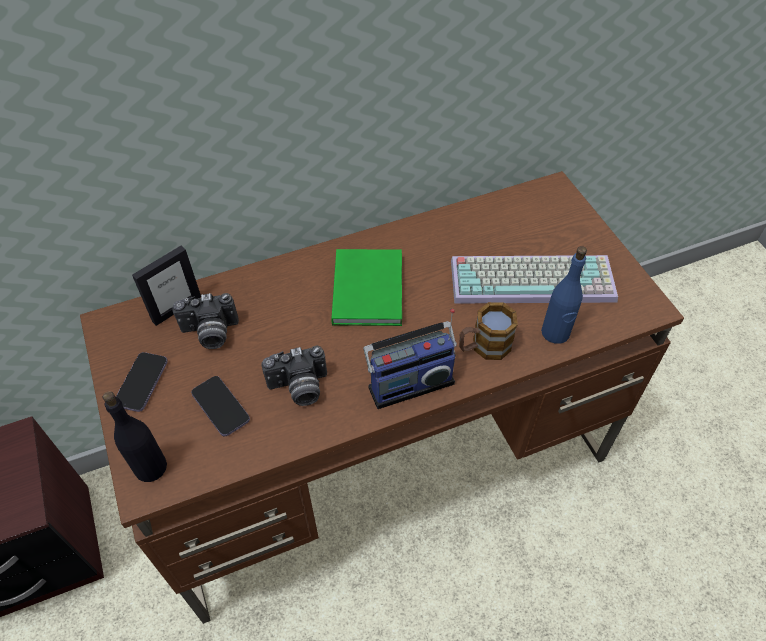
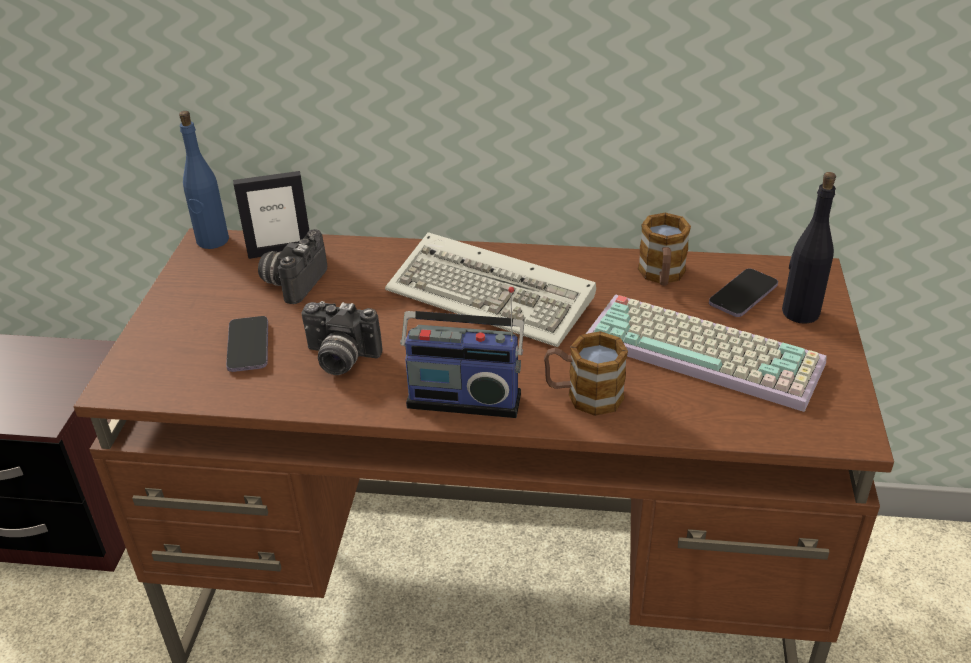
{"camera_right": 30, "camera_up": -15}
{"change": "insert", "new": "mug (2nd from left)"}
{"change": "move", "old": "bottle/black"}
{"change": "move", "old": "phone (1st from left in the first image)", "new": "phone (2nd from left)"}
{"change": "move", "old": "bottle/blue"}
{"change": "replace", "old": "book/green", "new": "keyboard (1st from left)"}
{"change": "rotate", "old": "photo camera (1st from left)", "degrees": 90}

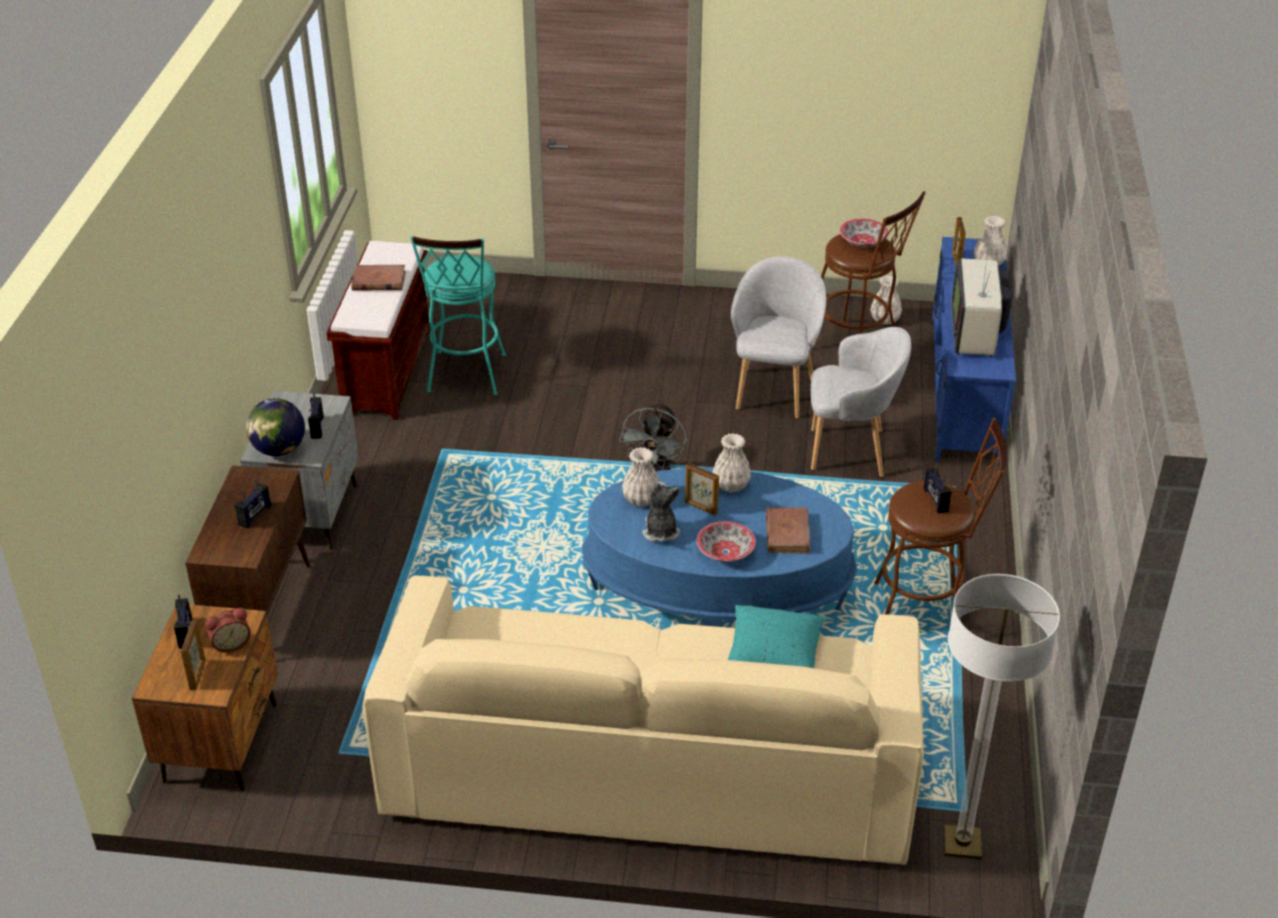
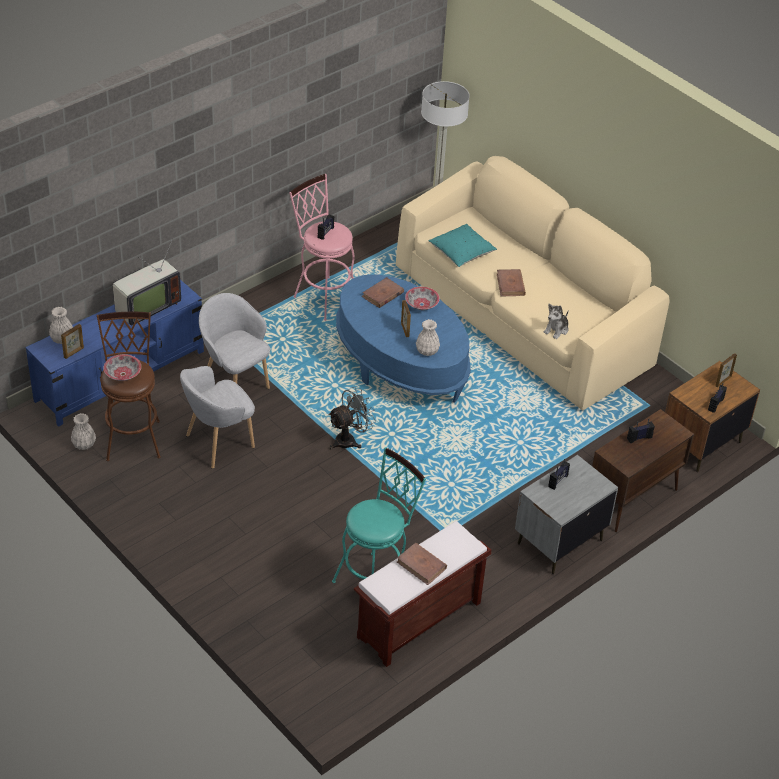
{"camera_right": -140, "camera_up": 5}
{"change": "delete", "old": "alarm clock"}
{"change": "delete", "old": "globe"}
{"change": "delete", "old": "vase/white (2nd from left)"}
{"change": "insert", "new": "book/brown (3rd from left)"}
{"change": "move", "old": "plush toy"}
{"change": "recolor", "old": "stool/brown (2nd from left)", "new": "stool/pink"}

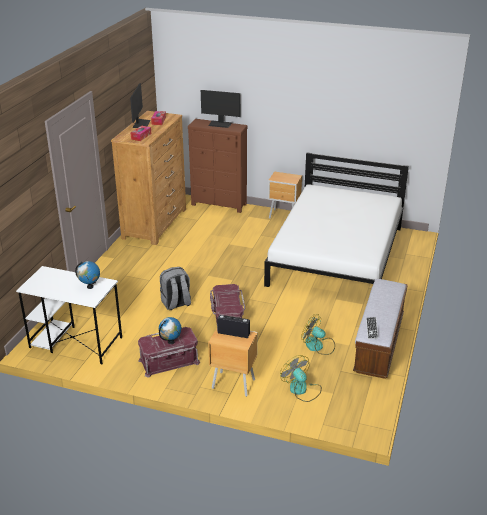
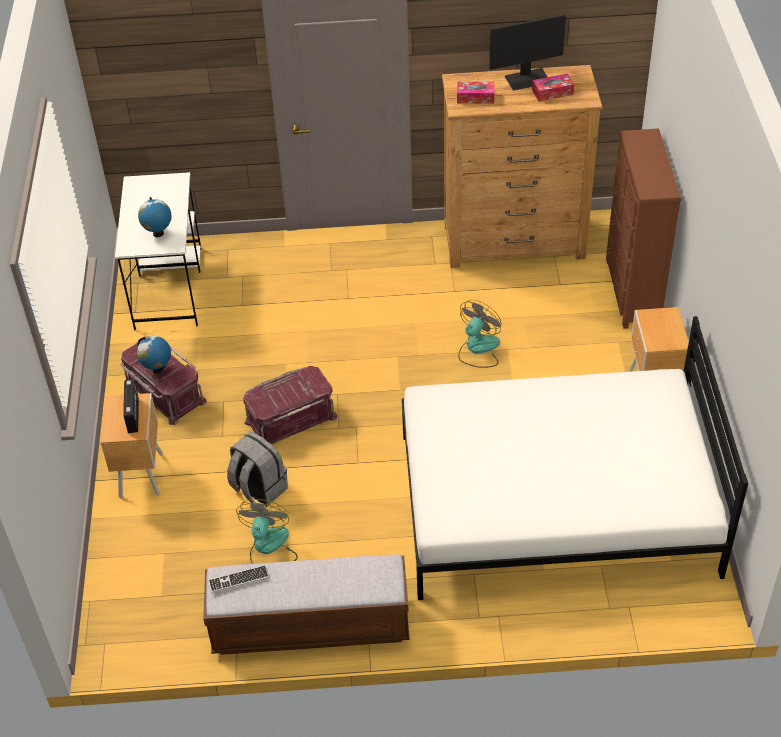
{"camera_right": 70, "camera_up": 15}
{"change": "delete", "old": "monitor (2nd from left)"}
{"change": "move", "old": "backpack/grey"}
{"change": "move", "old": "fan (1st from left in the first image)", "new": "fan (2nd from left)"}

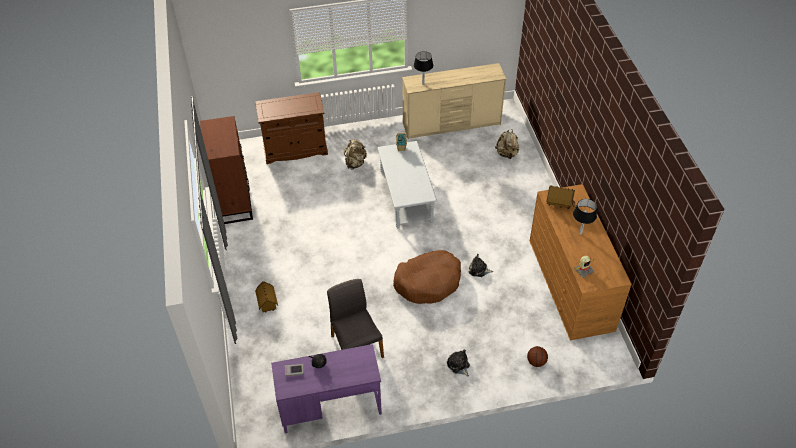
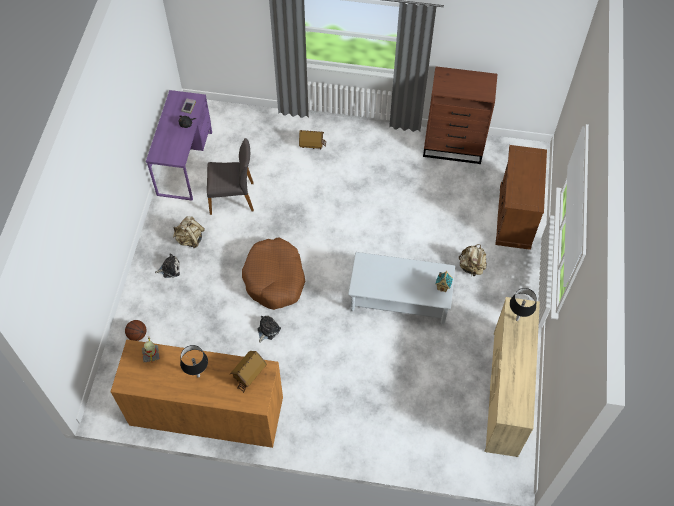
{"camera_right": 110, "camera_up": 10}
{"change": "move", "old": "backpack/beige (2nd from left in the first image)", "new": "backpack/beige (1st from left)"}

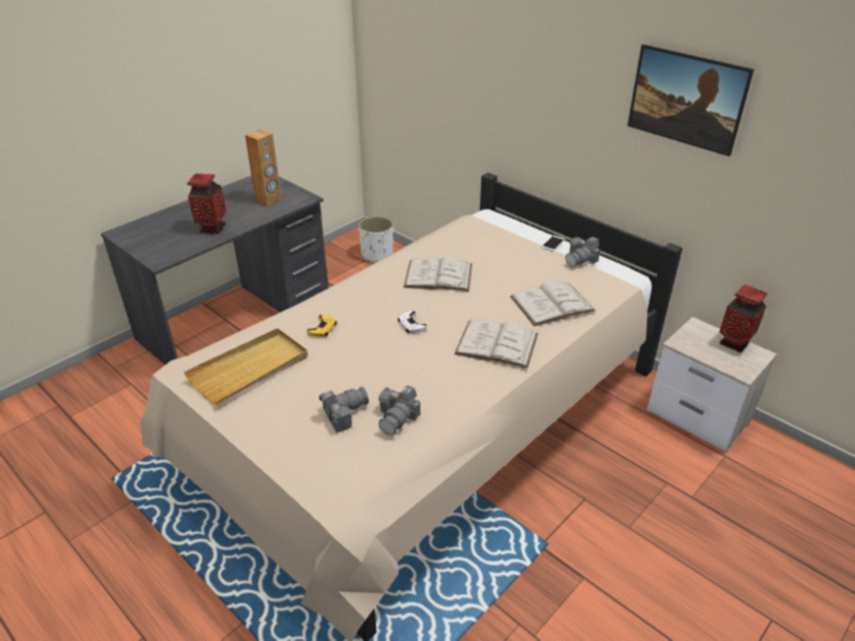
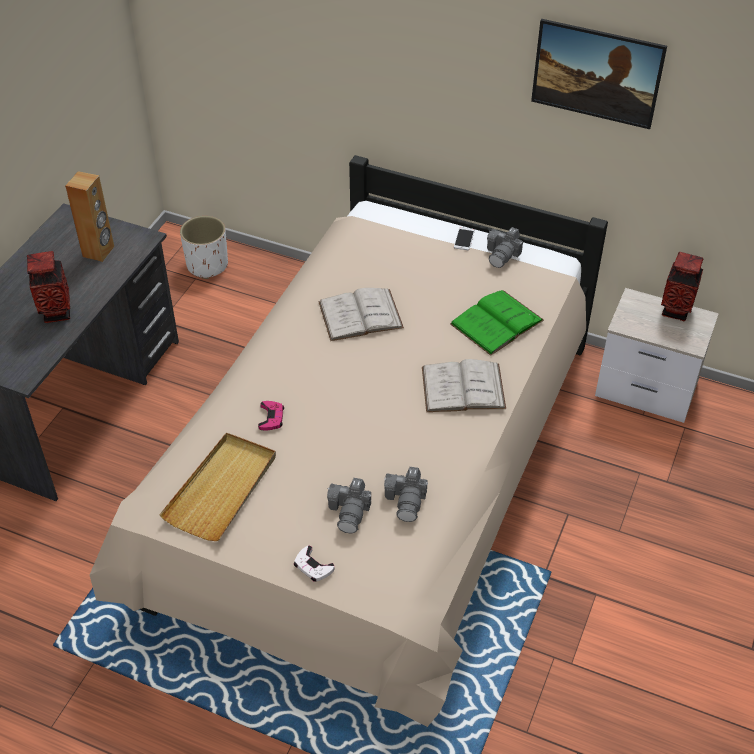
{"camera_right": -20, "camera_up": 10}
{"change": "move", "old": "game controller/white"}
{"change": "recolor", "old": "game controller/yellow", "new": "game controller/pink"}
{"change": "recolor", "old": "book/white (3rd from left)", "new": "book/green"}
{"change": "rotate", "old": "photo camera (1st from left)", "degrees": 150}

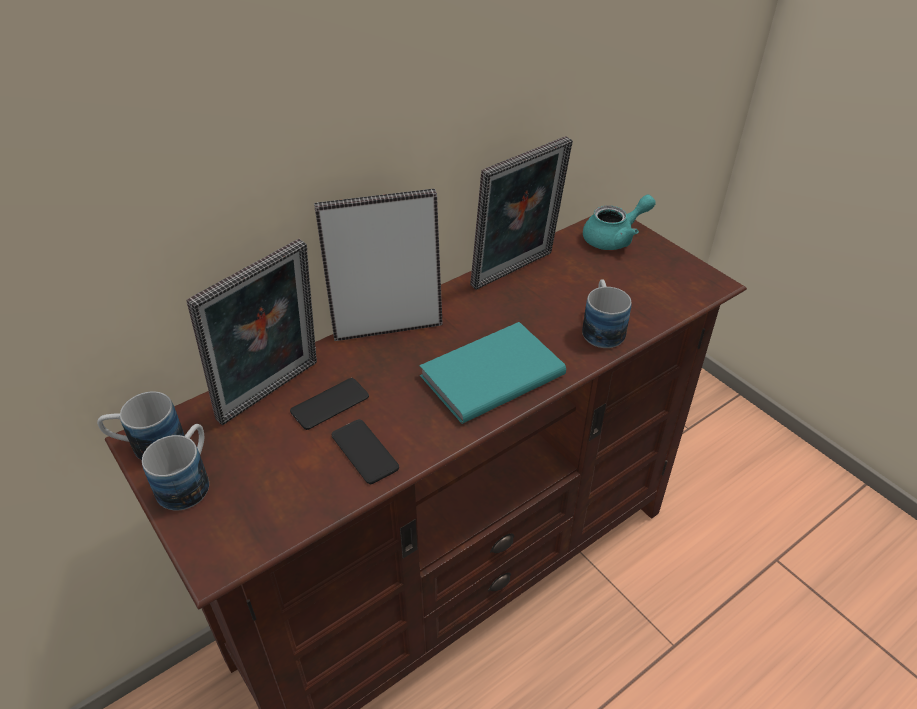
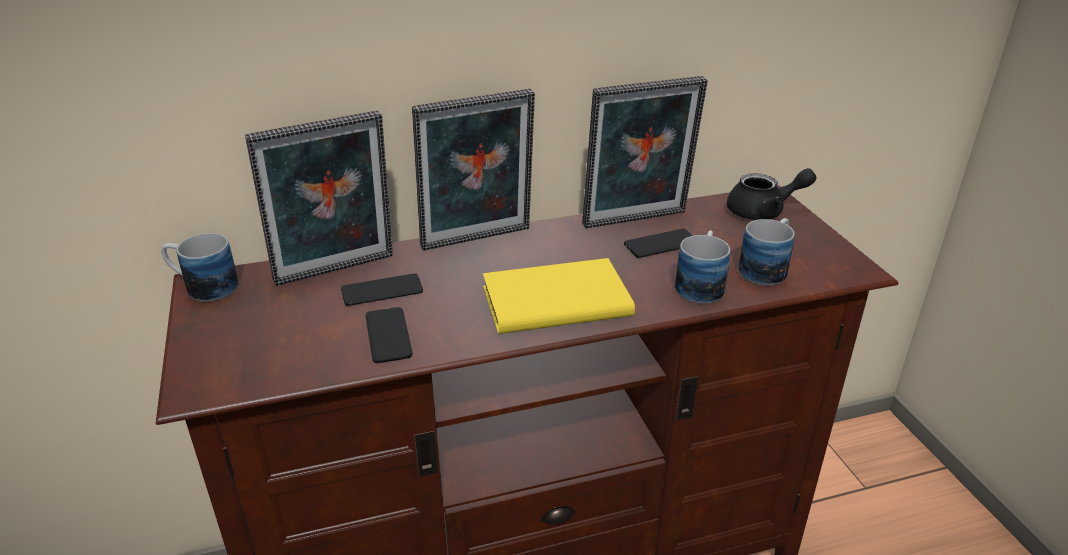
{"camera_right": 20, "camera_up": -10}
{"change": "insert", "new": "phone (3rd from left)"}
{"change": "move", "old": "mug (2nd from left in the first image)", "new": "mug (3rd from left)"}
{"change": "recolor", "old": "book/turquoise", "new": "book/yellow"}
{"change": "recolor", "old": "teapot/turquoise", "new": "teapot/black"}
{"change": "rotate", "old": "picture frame (2nd from left)", "degrees": 150}

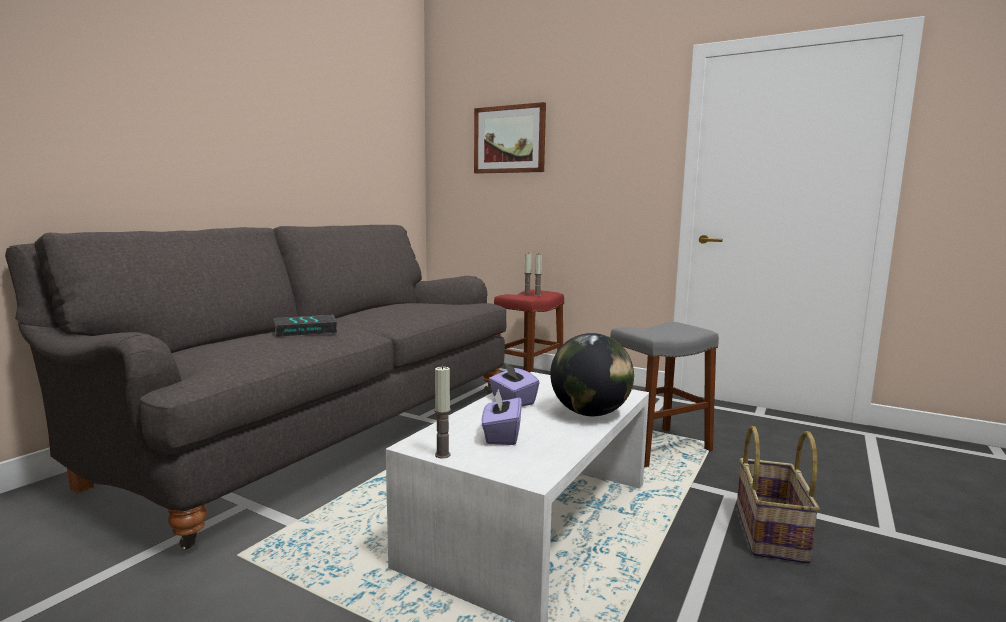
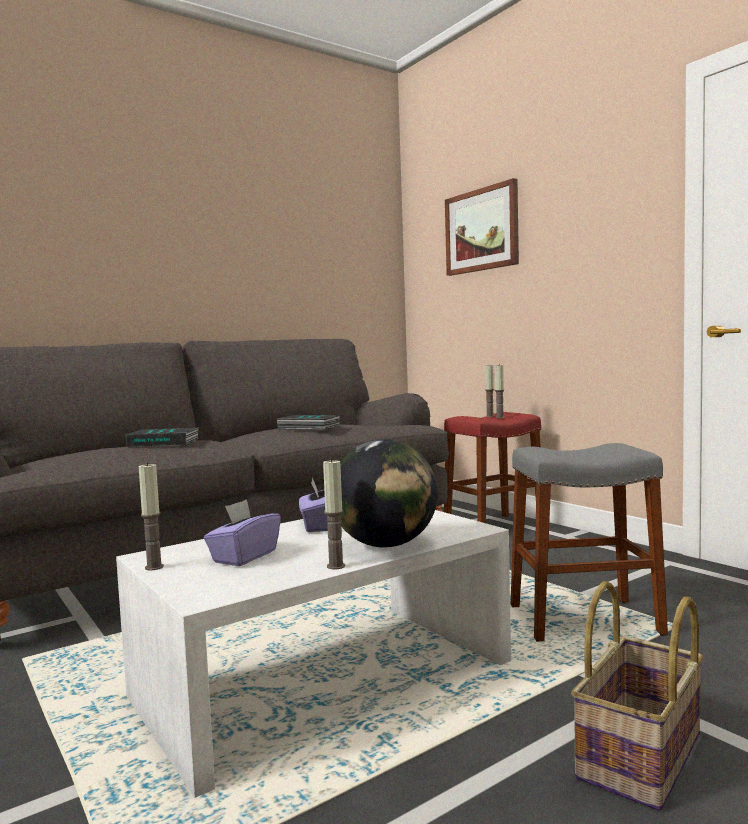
{"camera_right": 25, "camera_up": -5}
{"change": "insert", "new": "book (2nd from left)"}
{"change": "insert", "new": "candle (2nd from left)"}

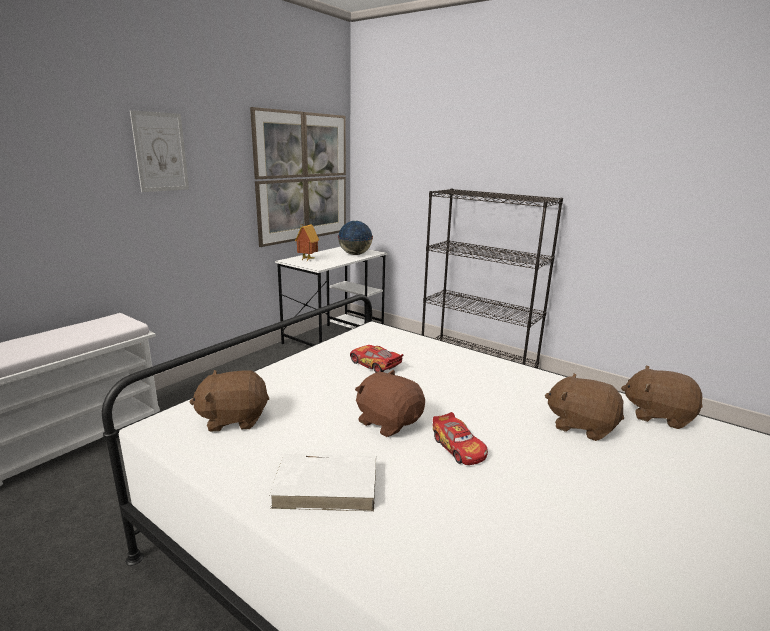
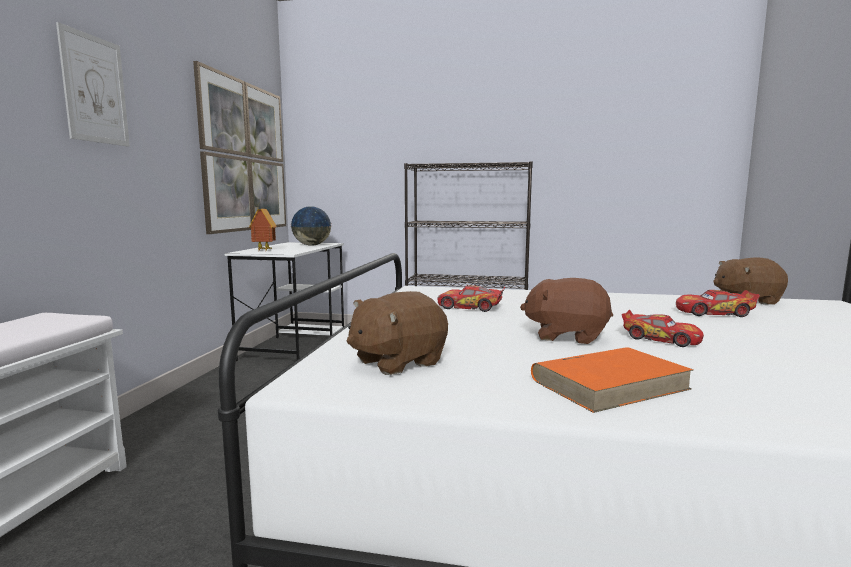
{"camera_right": -25, "camera_up": -10}
{"change": "replace", "old": "plush toy/brown (3rd from left)", "new": "toy car (3rd from left)"}
{"change": "recolor", "old": "book/white", "new": "book/orange"}

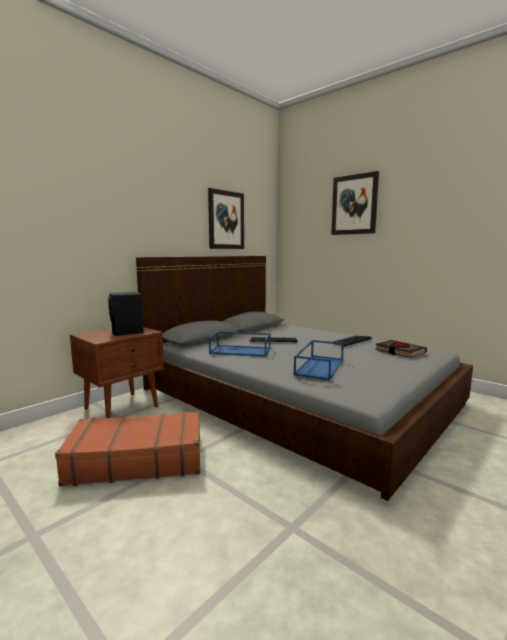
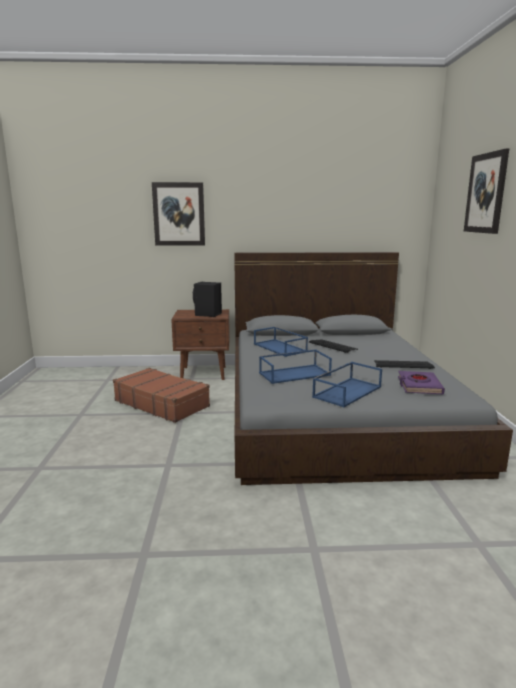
{"camera_right": 45, "camera_up": 5}
{"change": "insert", "new": "tray/blue (3rd from left)"}
{"change": "move", "old": "picture (1st from left)"}
{"change": "recolor", "old": "book/black", "new": "book/purple"}

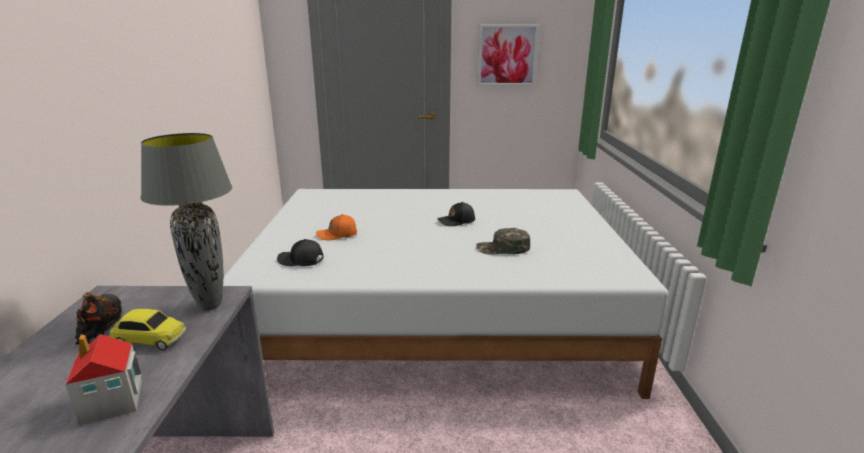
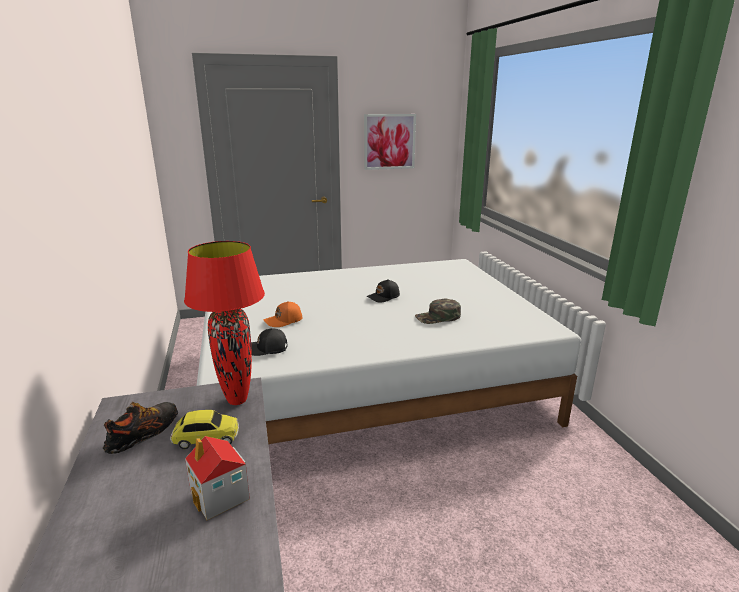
{"camera_right": -15, "camera_up": 0}
{"change": "recolor", "old": "table lamp/grey", "new": "table lamp/red"}
{"change": "rotate", "old": "shoe", "degrees": 60}

